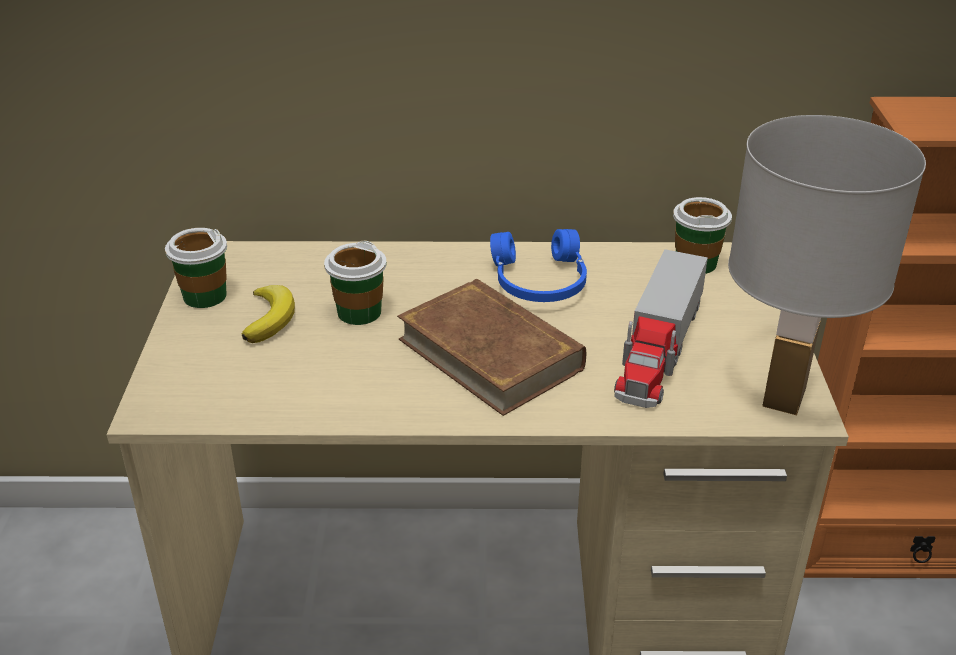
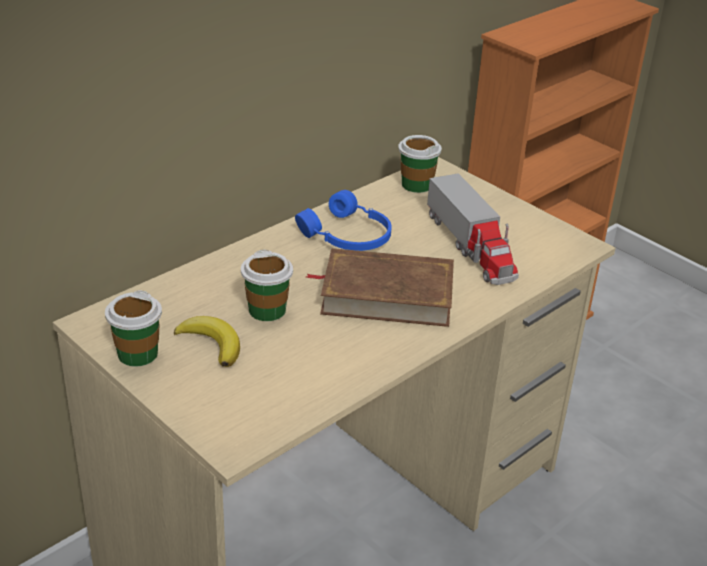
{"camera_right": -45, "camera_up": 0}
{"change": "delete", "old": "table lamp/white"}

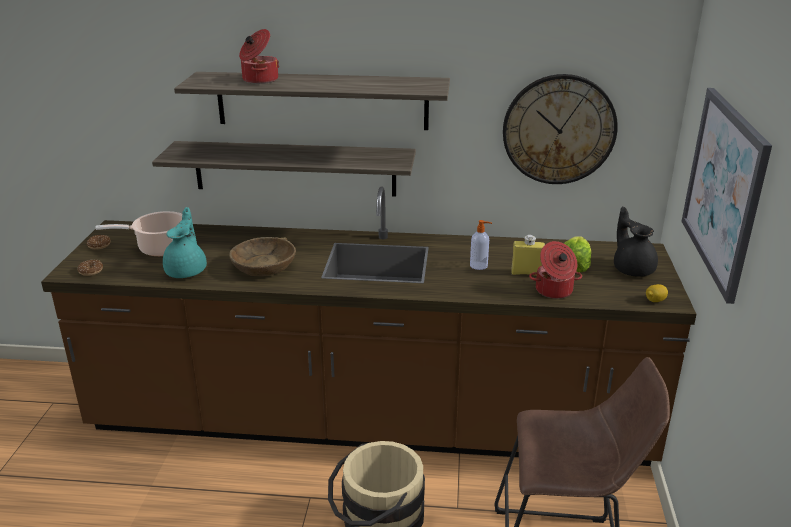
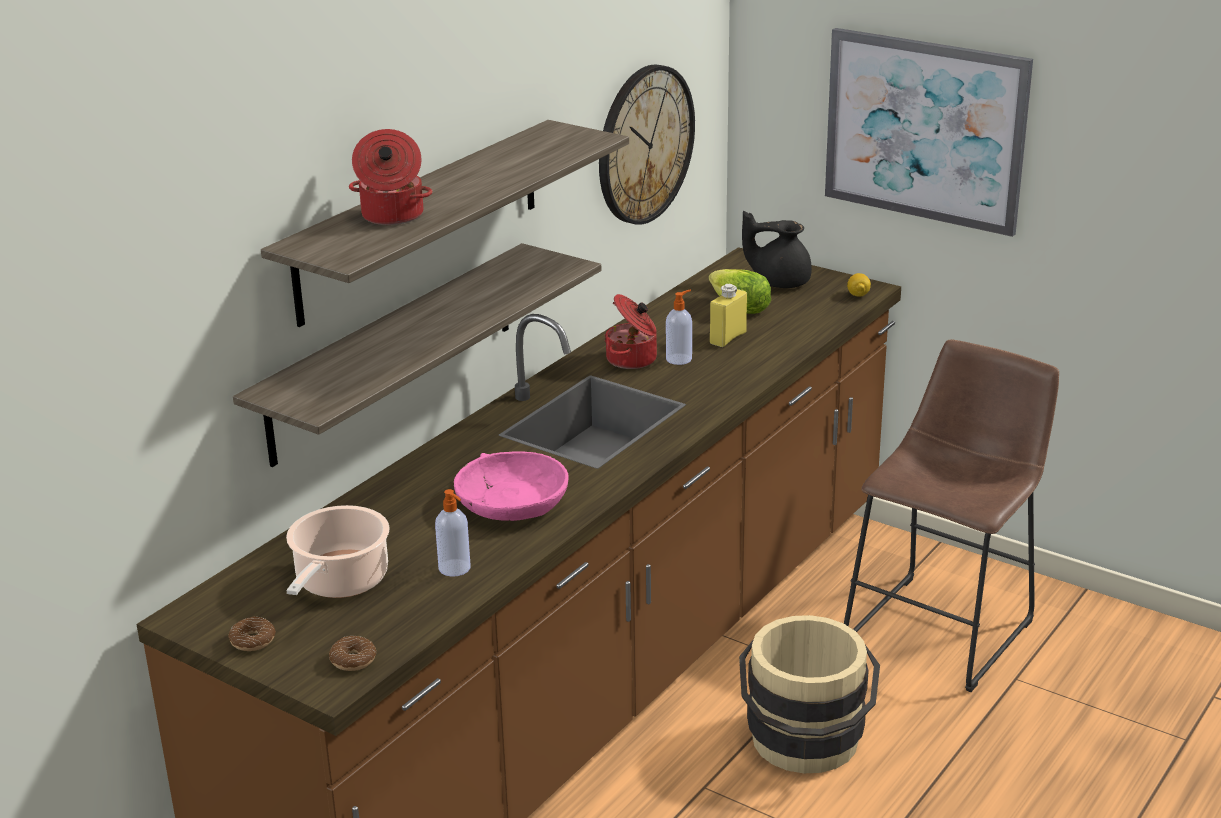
{"camera_right": -60, "camera_up": 0}
{"change": "move", "old": "cooking pot (3rd from left)"}
{"change": "replace", "old": "teapot/turquoise", "new": "soap dispenser (1st from left)"}
{"change": "recolor", "old": "bowl/brown", "new": "bowl/pink"}

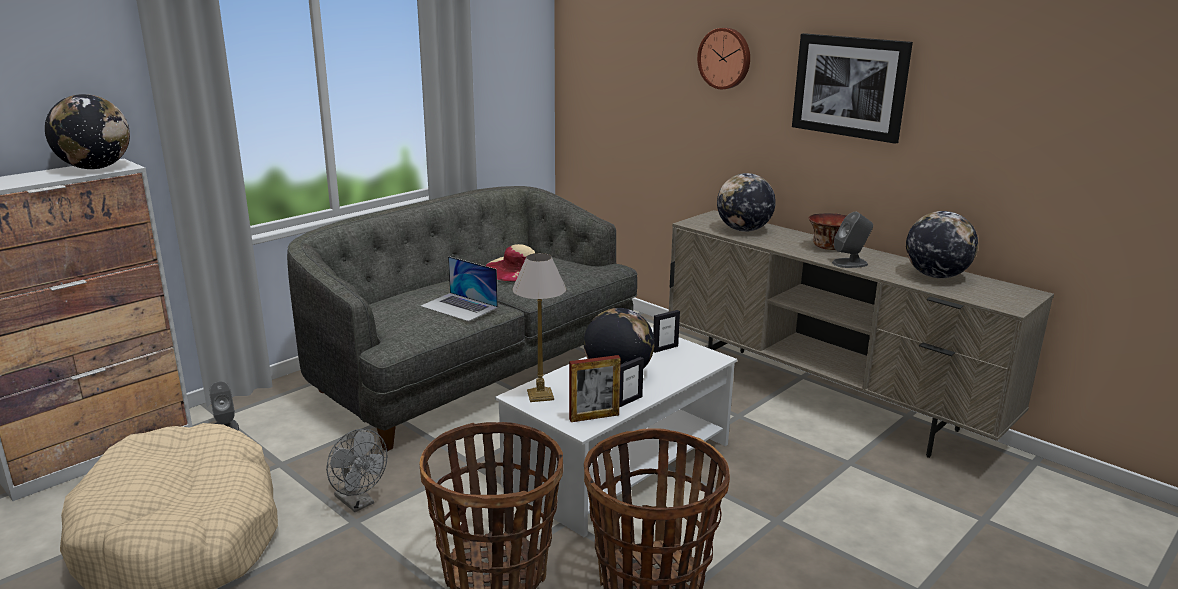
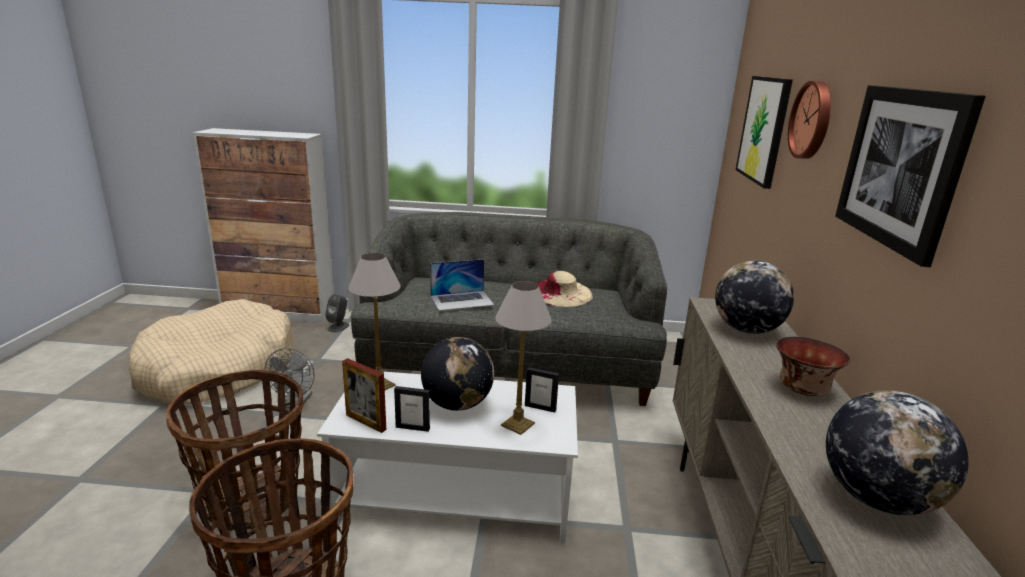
{"camera_right": 50, "camera_up": 0}
{"change": "delete", "old": "globe (1st from left)"}
{"change": "delete", "old": "speaker/grey (2nd from left)"}
{"change": "insert", "new": "table lamp (2nd from left)"}
{"change": "insert", "new": "picture (1st from left)"}
{"change": "rotate", "old": "laptop", "degrees": -105}

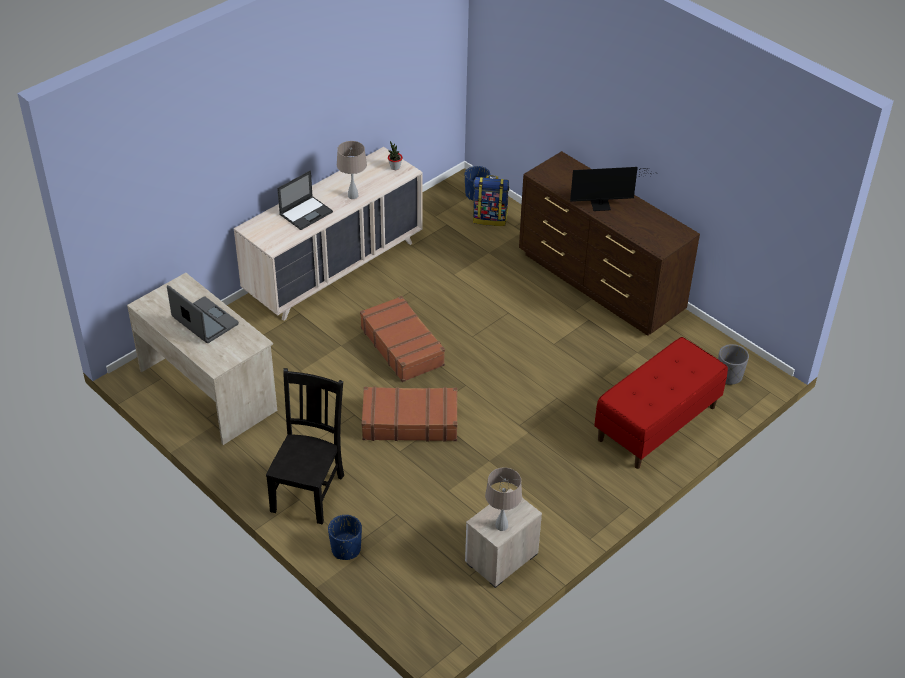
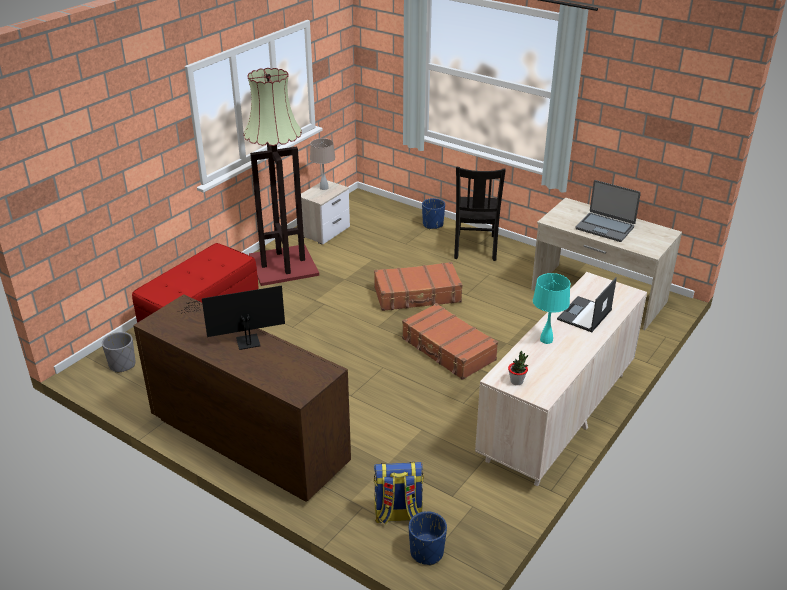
{"camera_right": 170, "camera_up": -10}
{"change": "insert", "new": "floor lamp"}
{"change": "recolor", "old": "table lamp/beige (1st from left)", "new": "table lamp/turquoise"}

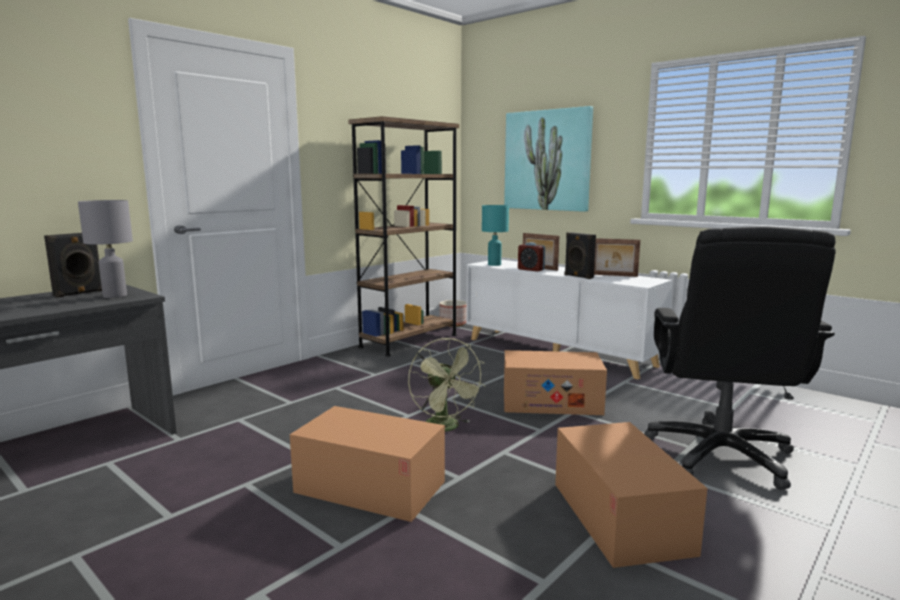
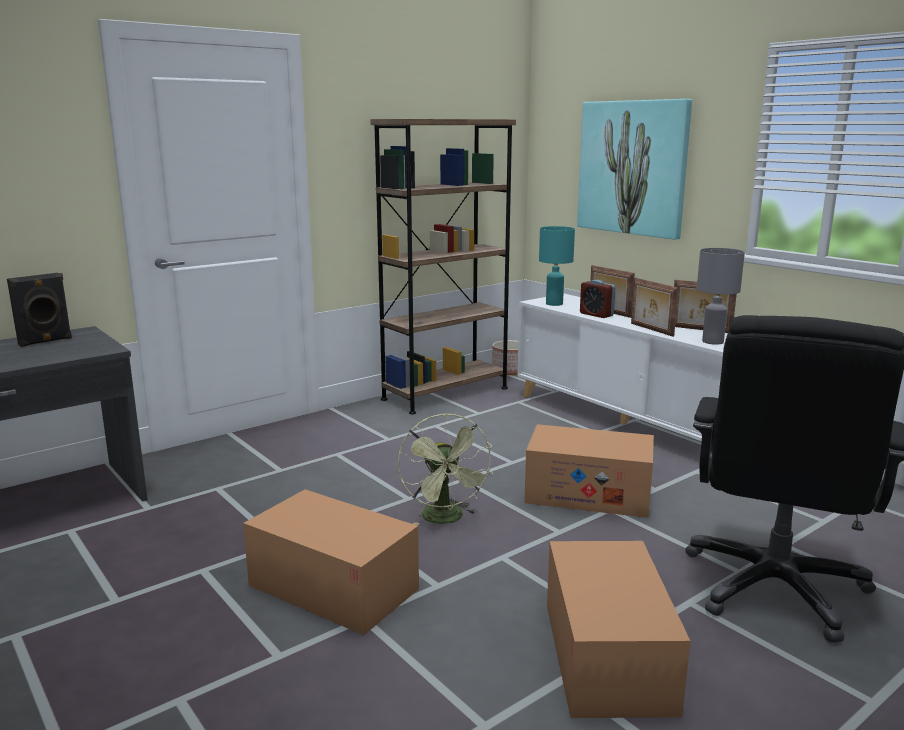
{"camera_right": 10, "camera_up": 5}
{"change": "move", "old": "table lamp/grey"}
{"change": "replace", "old": "speaker/black (2nd from left)", "new": "picture frame (2nd from left)"}

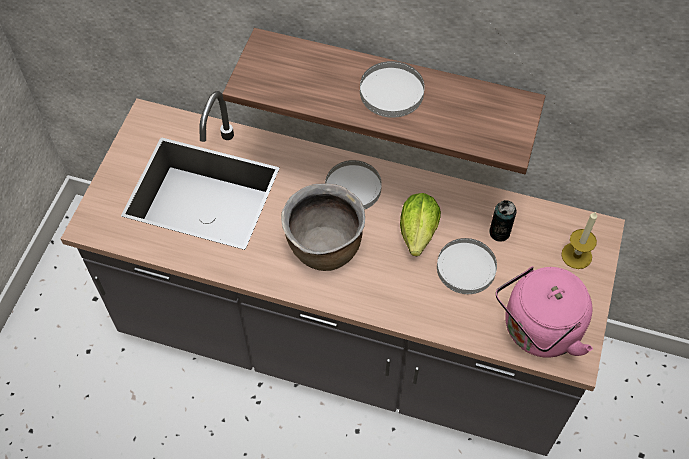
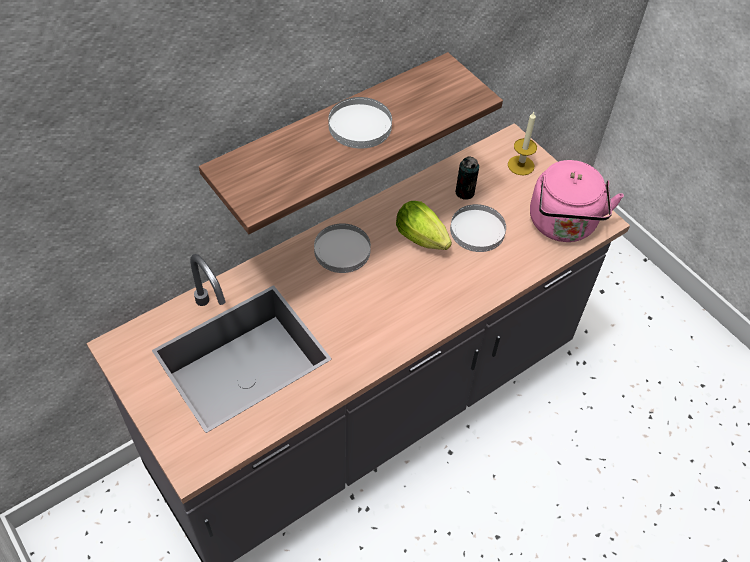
{"camera_right": -55, "camera_up": -5}
{"change": "delete", "old": "cooking pot/brown"}

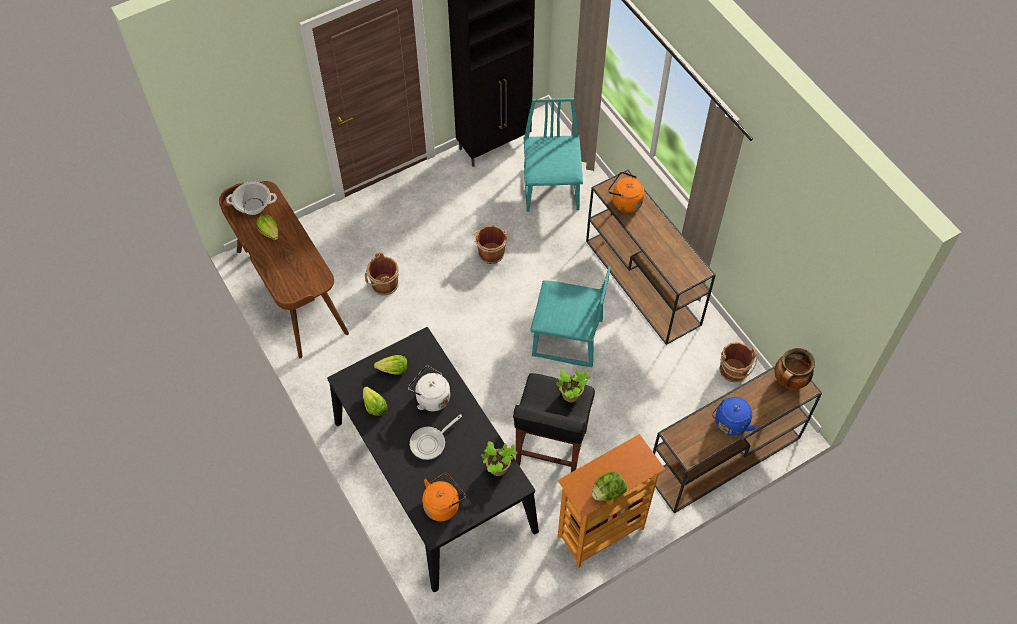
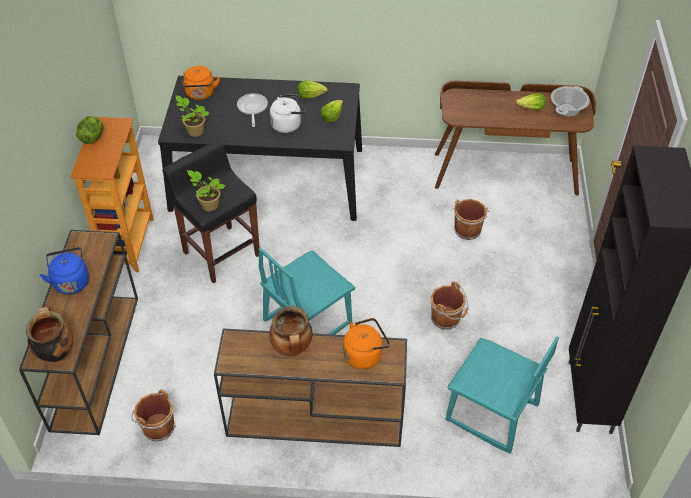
{"camera_right": 125, "camera_up": -10}
{"change": "insert", "new": "cooking pot (2nd from left)"}

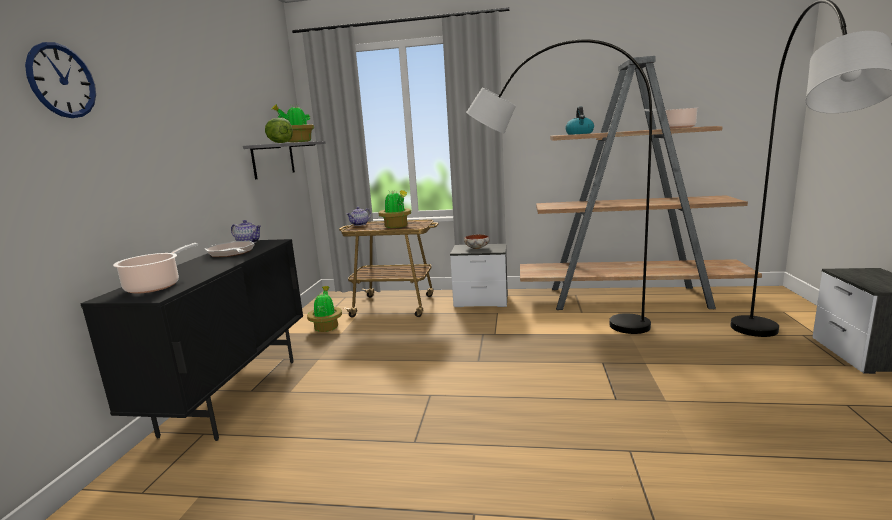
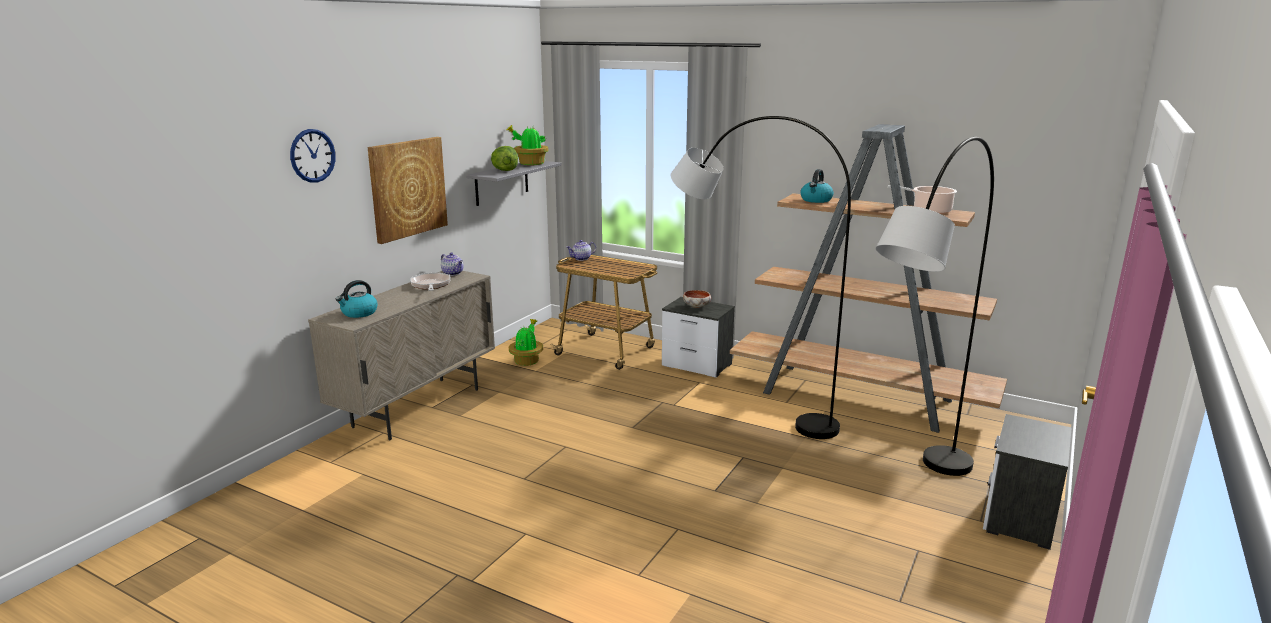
{"camera_right": 20, "camera_up": 5}
{"change": "delete", "old": "potted plant (3rd from left)"}
{"change": "insert", "new": "picture"}
{"change": "replace", "old": "cooking pot (1st from left)", "new": "kettle (1st from left)"}
{"change": "recolor", "old": "cabinet/black", "new": "cabinet/beige"}

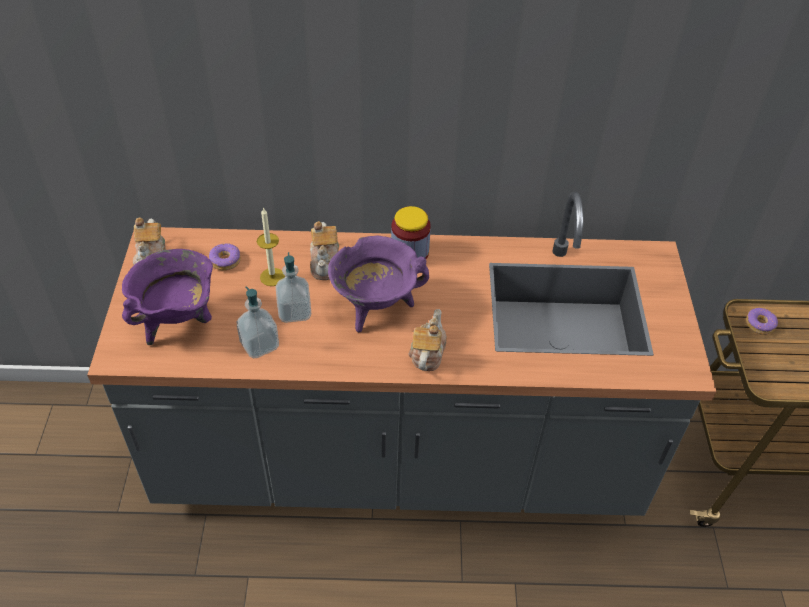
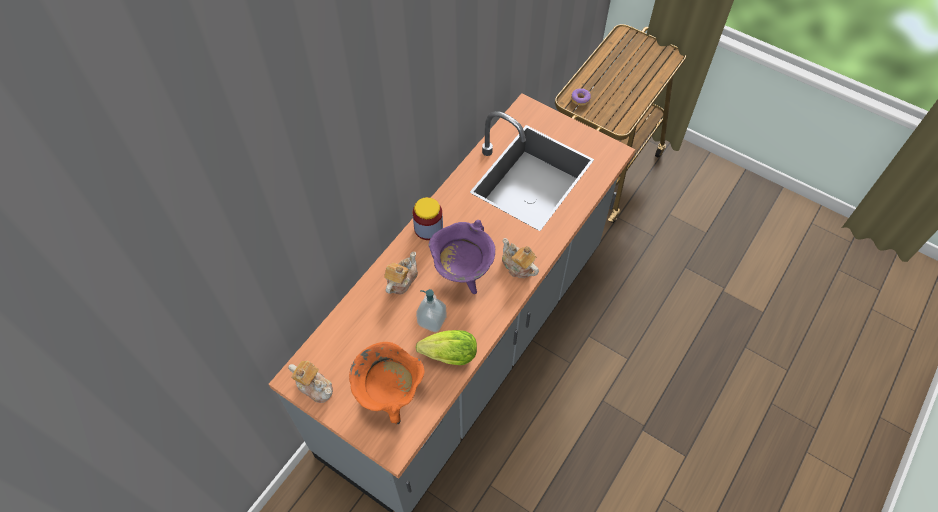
{"camera_right": -55, "camera_up": 10}
{"change": "delete", "old": "donut (1st from left)"}
{"change": "delete", "old": "candle"}
{"change": "replace", "old": "soap dispenser (1st from left)", "new": "lettuce"}
{"change": "recolor", "old": "cooking pot/purple (1st from left)", "new": "cooking pot/orange"}
{"change": "rotate", "old": "teapot (2nd from left)", "degrees": -90}

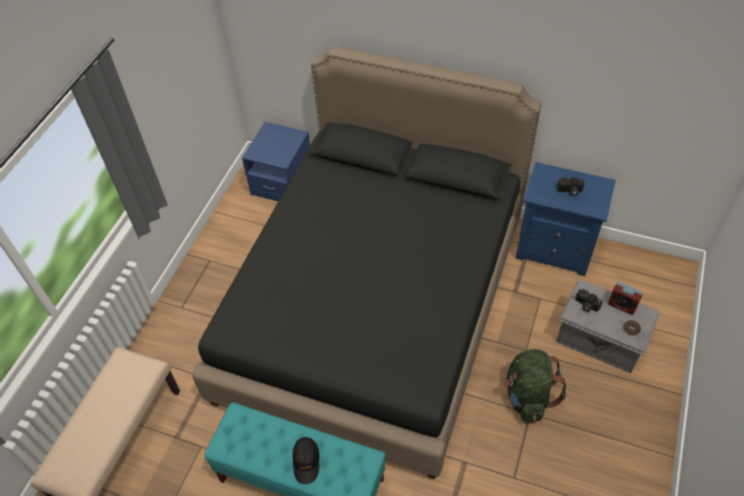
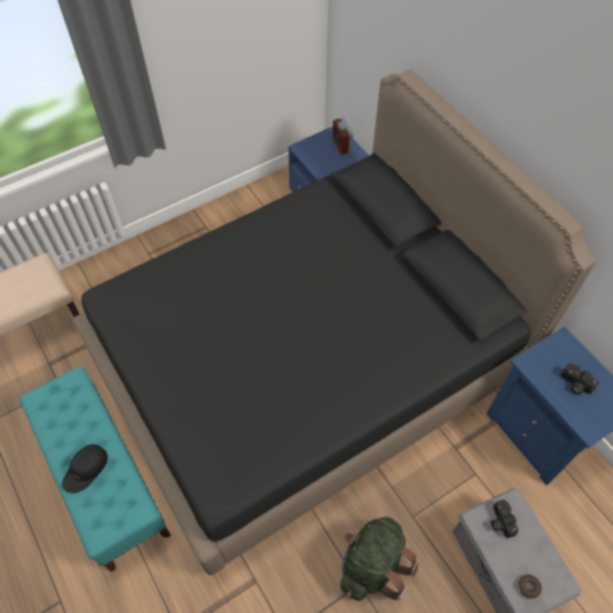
{"camera_right": 35, "camera_up": 5}
{"change": "move", "old": "alarm clock"}

